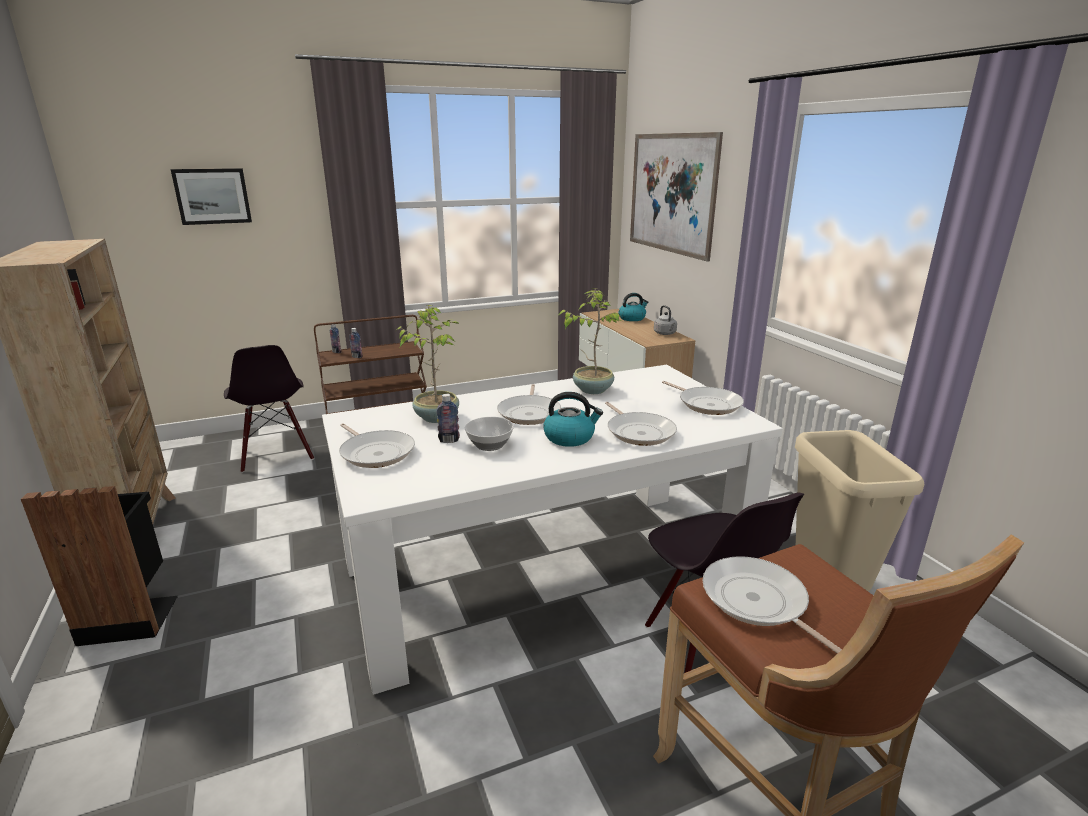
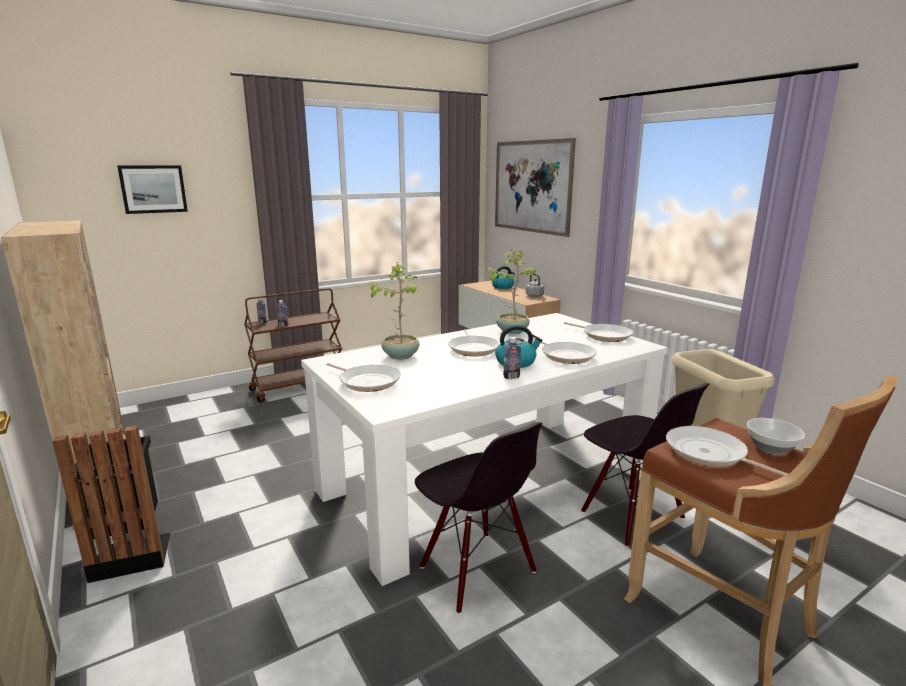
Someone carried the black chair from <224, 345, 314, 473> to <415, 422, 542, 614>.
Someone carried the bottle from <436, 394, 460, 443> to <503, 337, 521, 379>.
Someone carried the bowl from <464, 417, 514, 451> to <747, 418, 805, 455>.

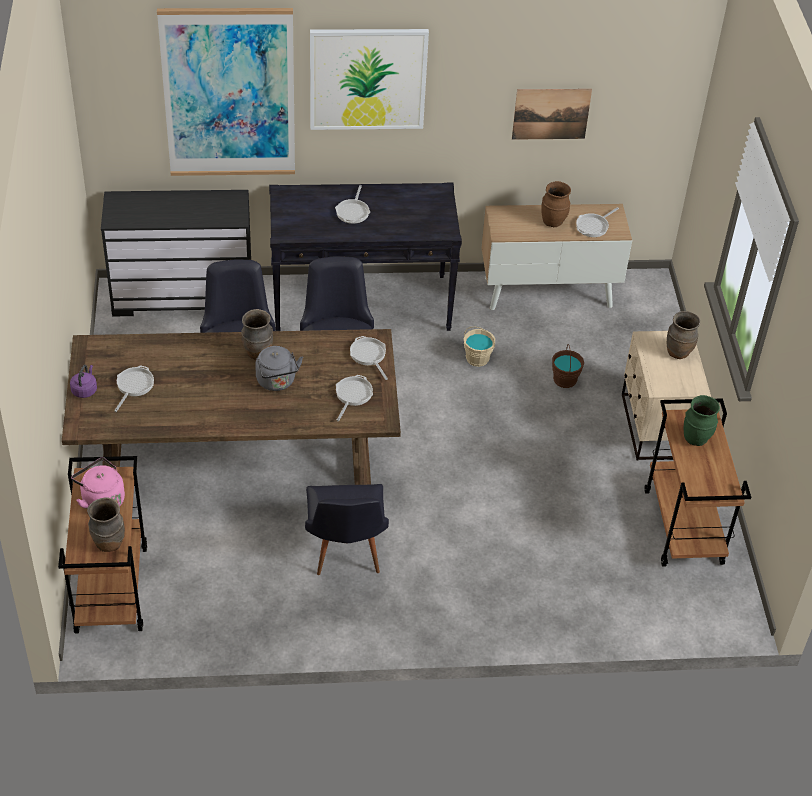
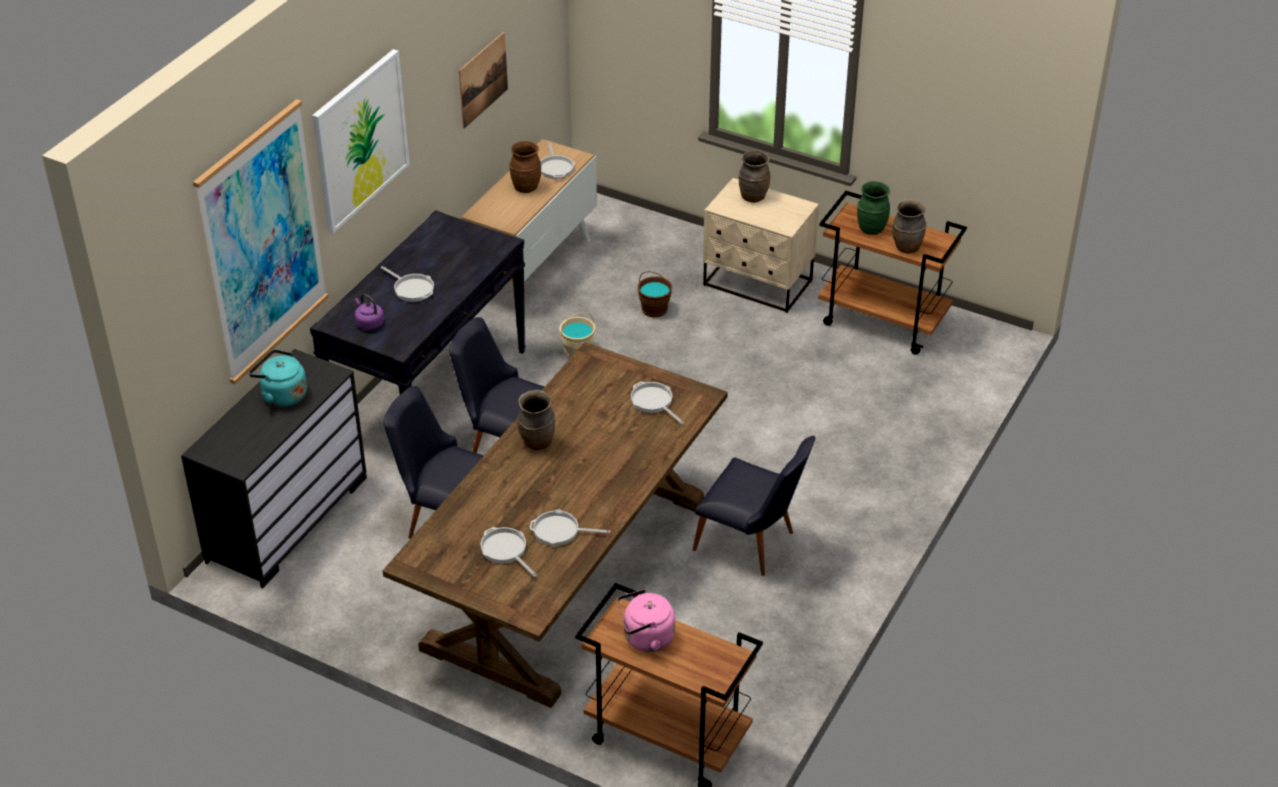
Someone carried the frying pan from <350, 336, 388, 380> to <530, 509, 610, 546>.
Someone took away the grey kettle at <255, 346, 303, 391>.
Someone carried the purple kettle from <70, 365, 97, 398> to <355, 294, 384, 330>.
Someone carried the brown vase from <87, 498, 125, 552> to <892, 199, 927, 254>.
Someone put down the turquoise kettle at <249, 349, 307, 407>.

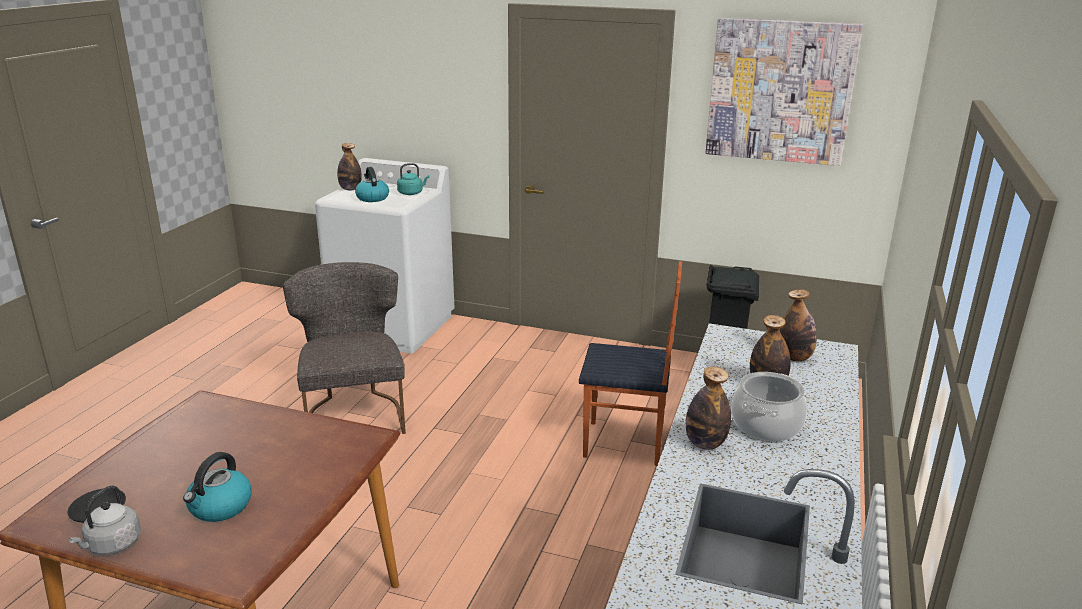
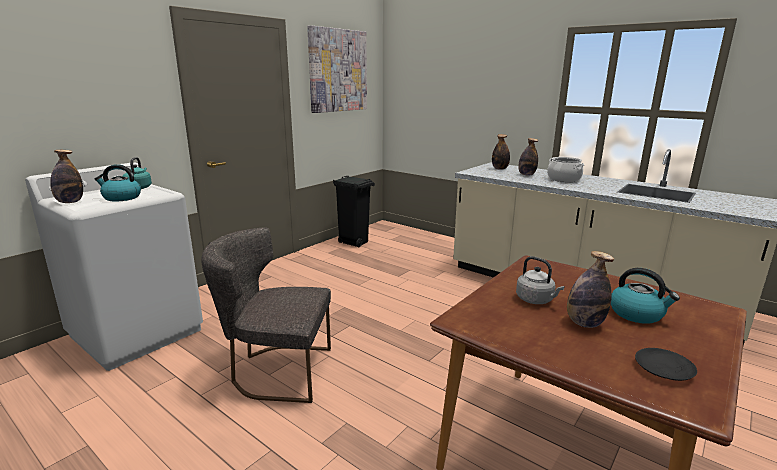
Someone took away the chair at <579, 261, 682, 466>.
Someone carried the bottle from <686, 367, 731, 450> to <567, 251, 614, 328>.
Someone carried the grey kettle from <69, 486, 141, 555> to <516, 256, 564, 304>.

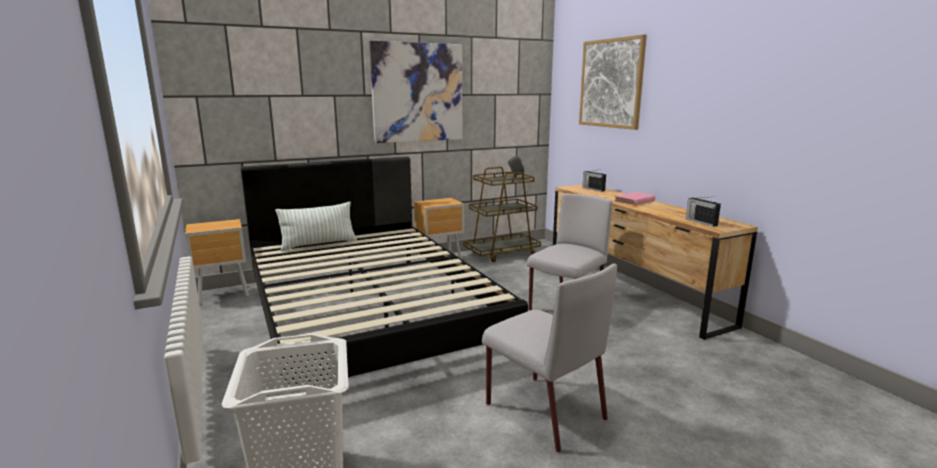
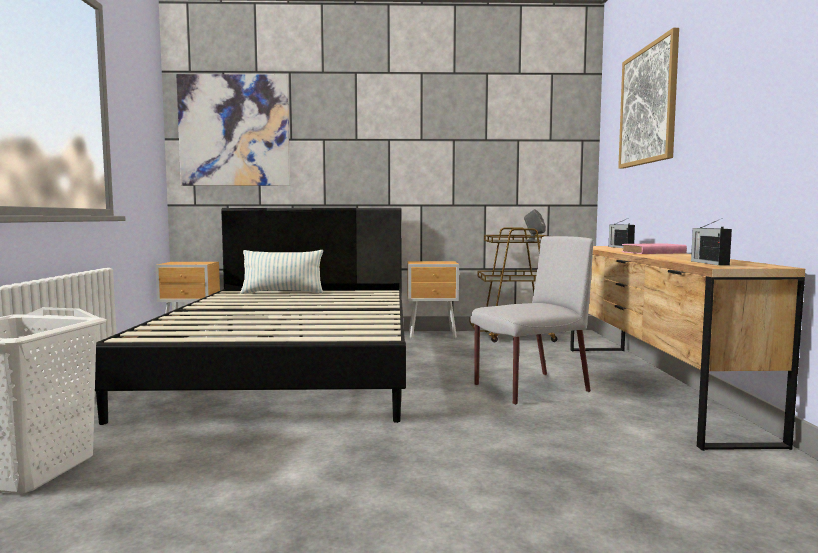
Someone carried the picture from <369, 41, 462, 143> to <176, 74, 290, 186>.
Someone took away the grey chair at <482, 264, 617, 452>.

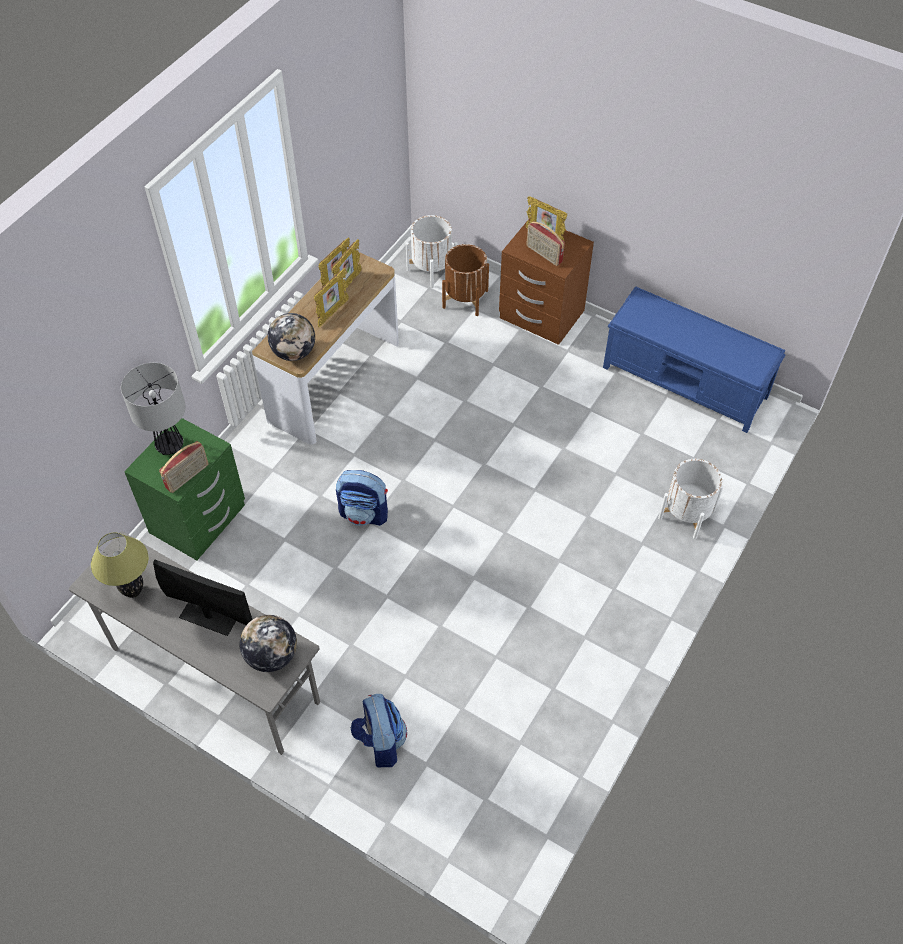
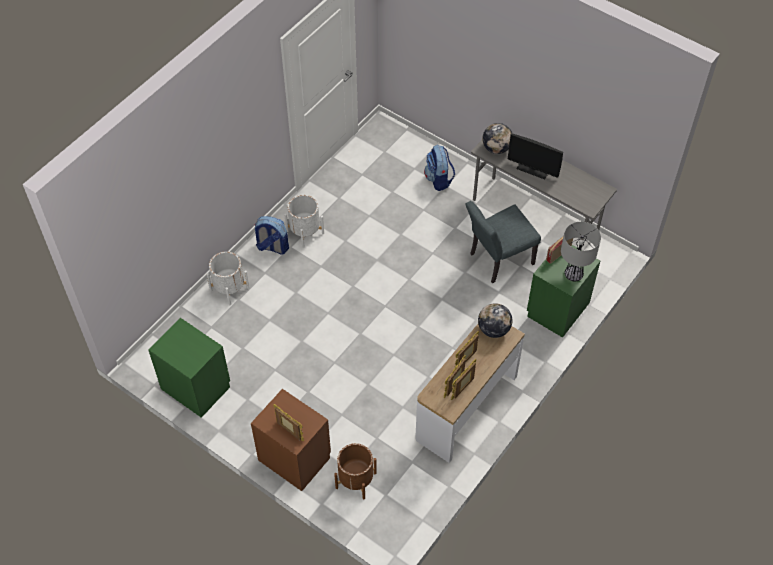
Someone carried the white planter from <406, 215, 457, 288> to <284, 195, 324, 248>.
Someone took away the radio at <526, 221, 565, 266>.
Someone swapped the blue bench at <603, 286, 786, 433> for the green nightstand at <148, 318, 230, 418>.
Someone carried the backpack from <336, 470, 388, 526> to <254, 216, 289, 255>.
Someone took away the table lamp at <91, 532, 149, 598>.
Someone put down the grey chair at <466, 201, 541, 283>.

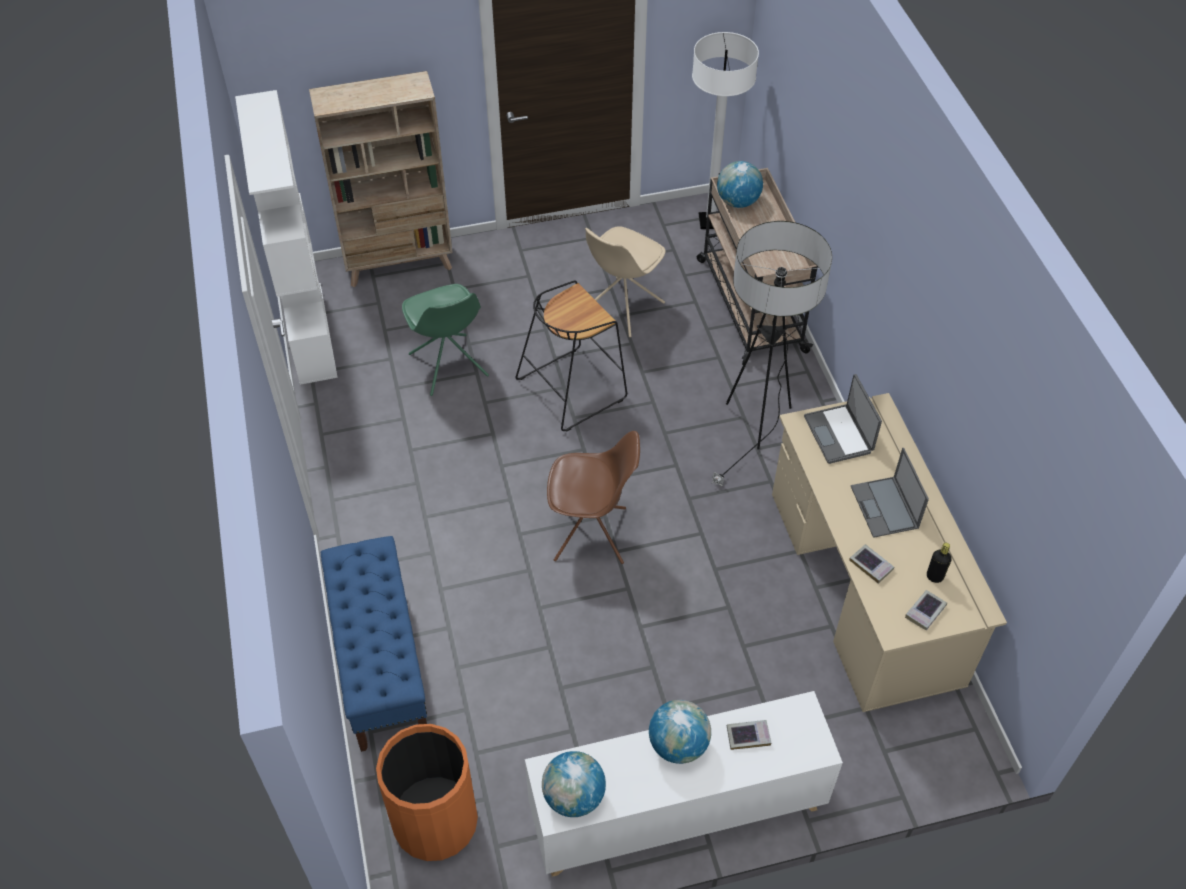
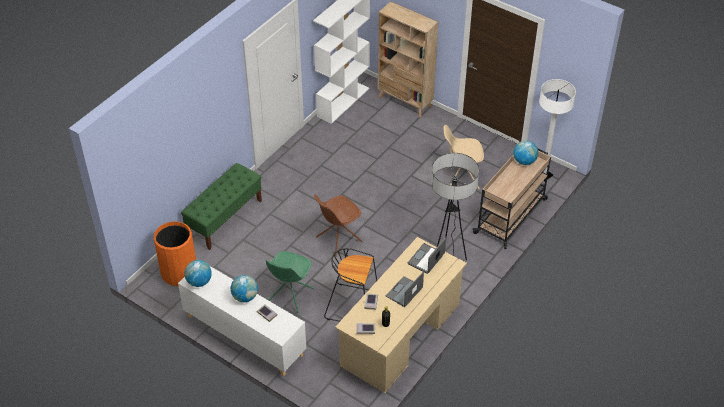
Someone carried the black stool from <516, 281, 627, 432> to <324, 248, 377, 322>.
Someone carried the green chair from <402, 284, 489, 396> to <266, 251, 314, 313>.
Someone rotated the brown chair at <547, 431, 640, 564> by 90 degrees clockwise.
Someone repainted the blue bench at <321, 536, 427, 752>, which became the green bench at <181, 163, 262, 250>.

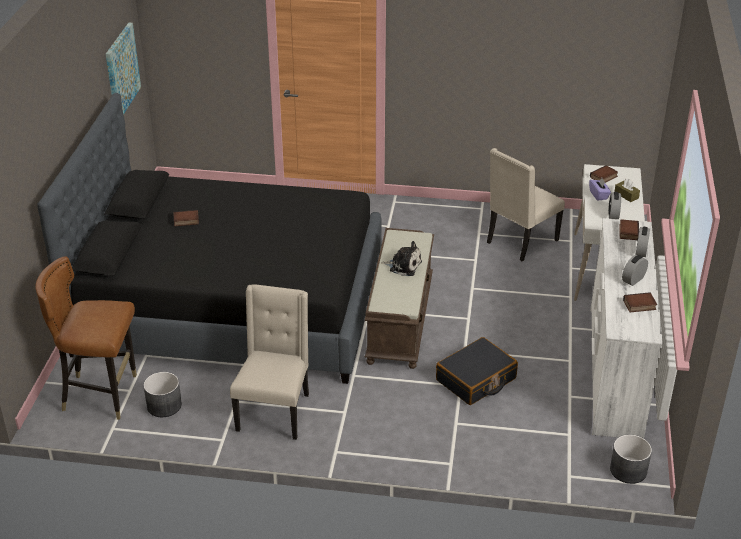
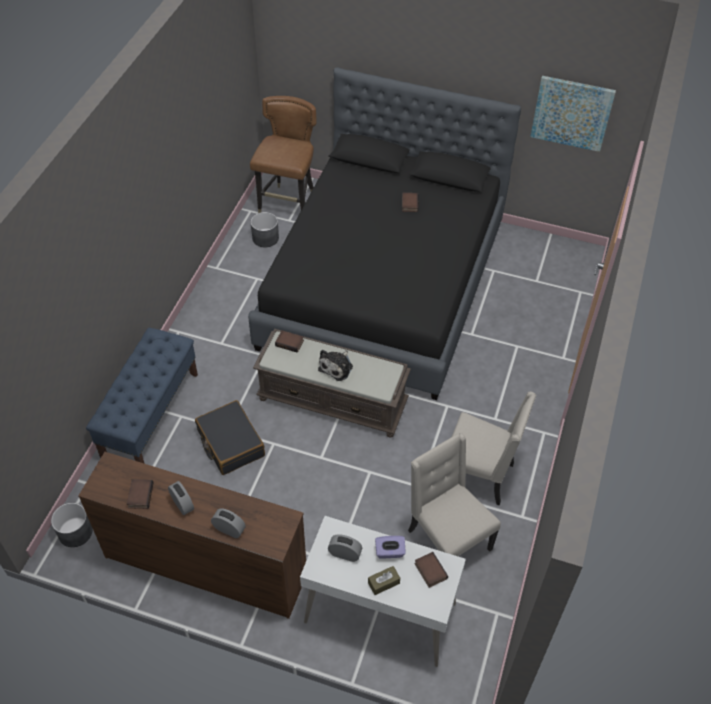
Someone repainted the white dresser at <590, 218, 663, 438>, which became the brown dresser at <78, 452, 306, 619>.
Someone carried the book from <619, 219, 639, 240> to <275, 330, 304, 353>.
Someone carried the beige chair from <230, 284, 309, 440> to <452, 392, 536, 506>.
Someone put down the blue bench at <86, 328, 198, 464>.

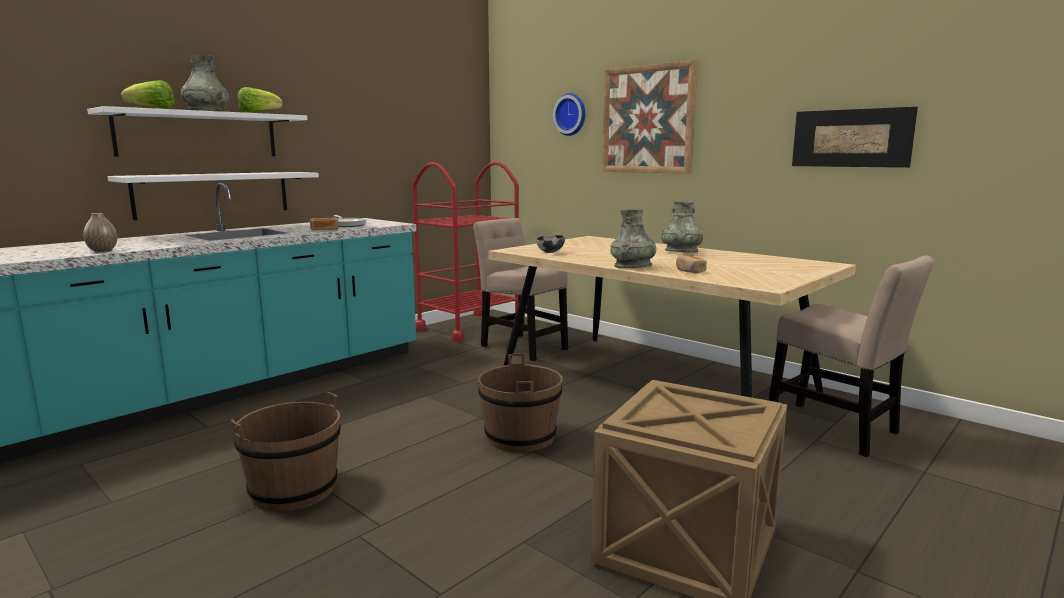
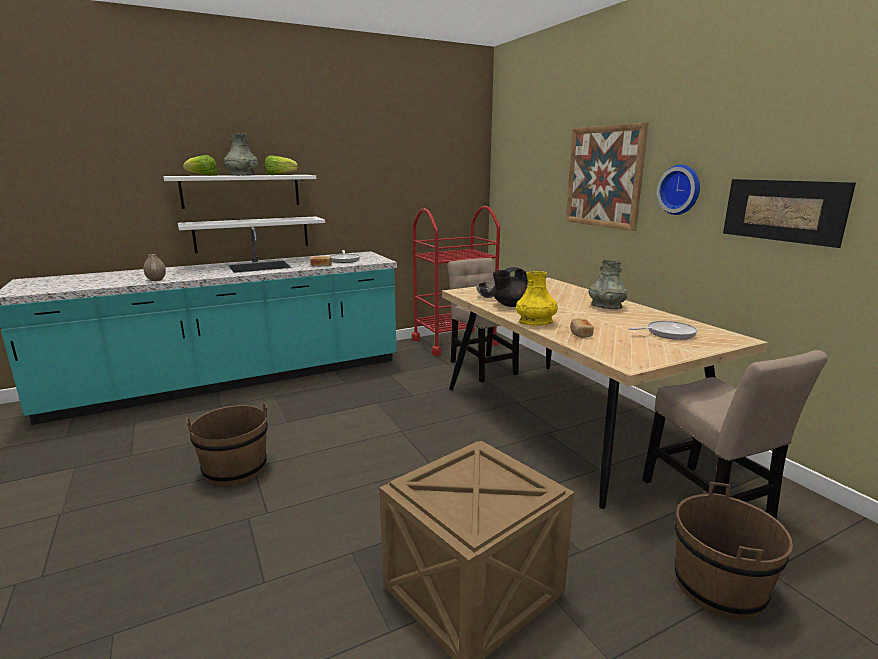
Someone carried the wall clock from <553, 93, 586, 136> to <657, 164, 700, 215>.
Someone repainted the grey vase at <610, 209, 656, 268>, which became the yellow vase at <516, 271, 558, 326>.
Someone carried the brown bucket from <478, 354, 563, 452> to <675, 482, 793, 620>.
Someone put down the black teapot at <492, 267, 528, 307>.
Someone put down the frying pan at <628, 321, 698, 340>.

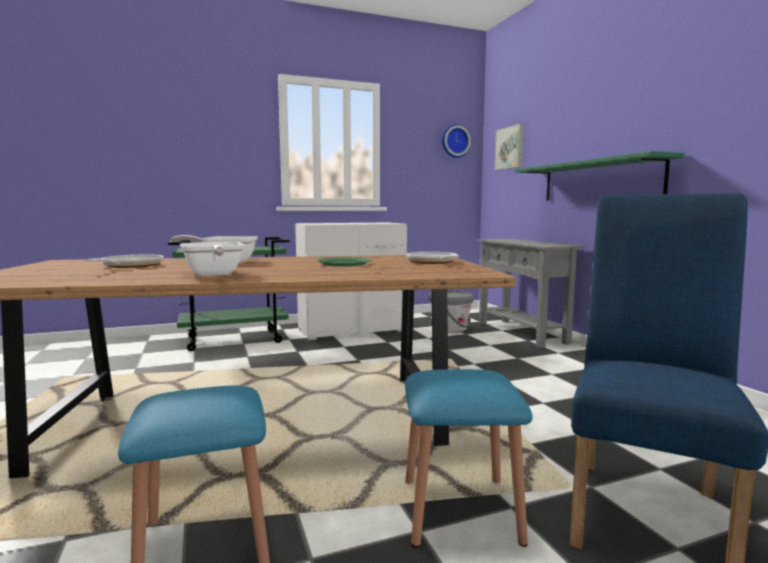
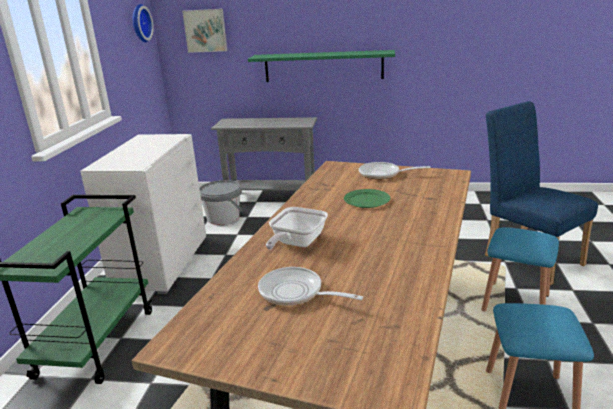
Someone took away the frying pan at <180, 242, 245, 276>.

